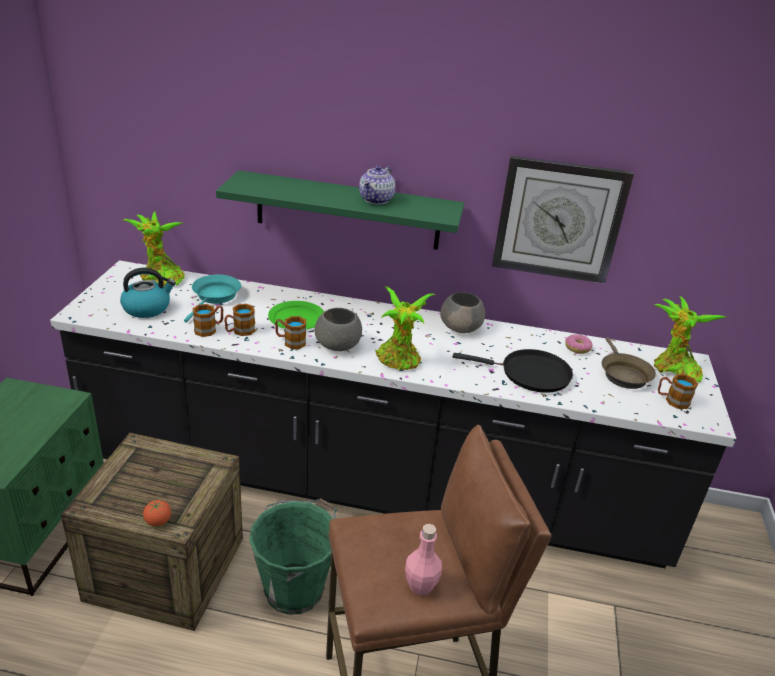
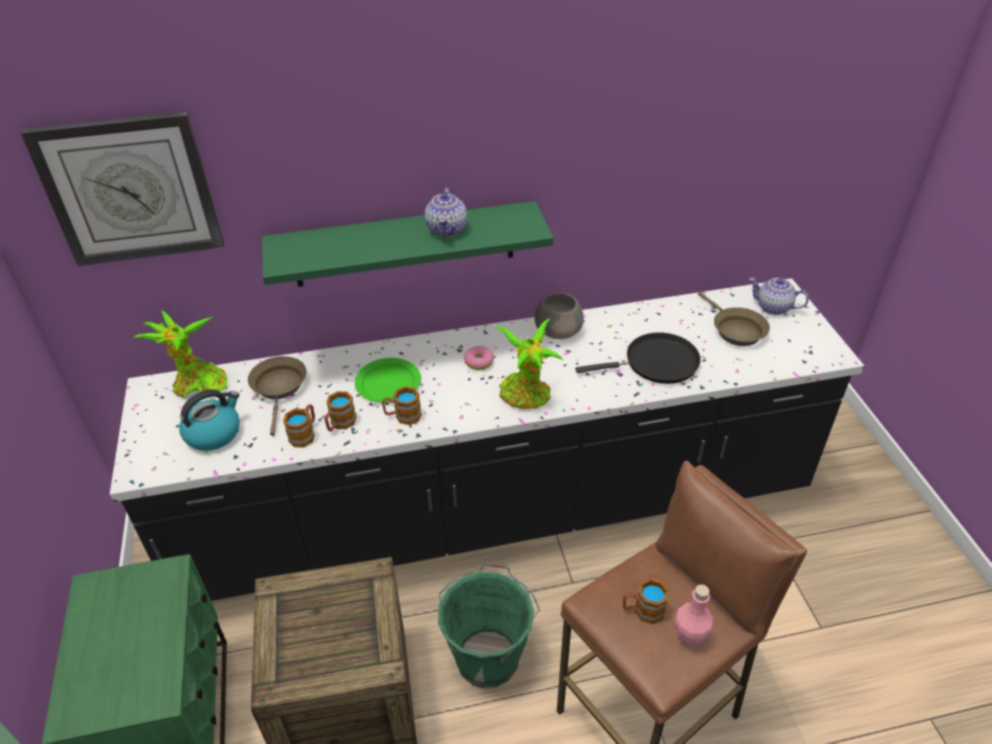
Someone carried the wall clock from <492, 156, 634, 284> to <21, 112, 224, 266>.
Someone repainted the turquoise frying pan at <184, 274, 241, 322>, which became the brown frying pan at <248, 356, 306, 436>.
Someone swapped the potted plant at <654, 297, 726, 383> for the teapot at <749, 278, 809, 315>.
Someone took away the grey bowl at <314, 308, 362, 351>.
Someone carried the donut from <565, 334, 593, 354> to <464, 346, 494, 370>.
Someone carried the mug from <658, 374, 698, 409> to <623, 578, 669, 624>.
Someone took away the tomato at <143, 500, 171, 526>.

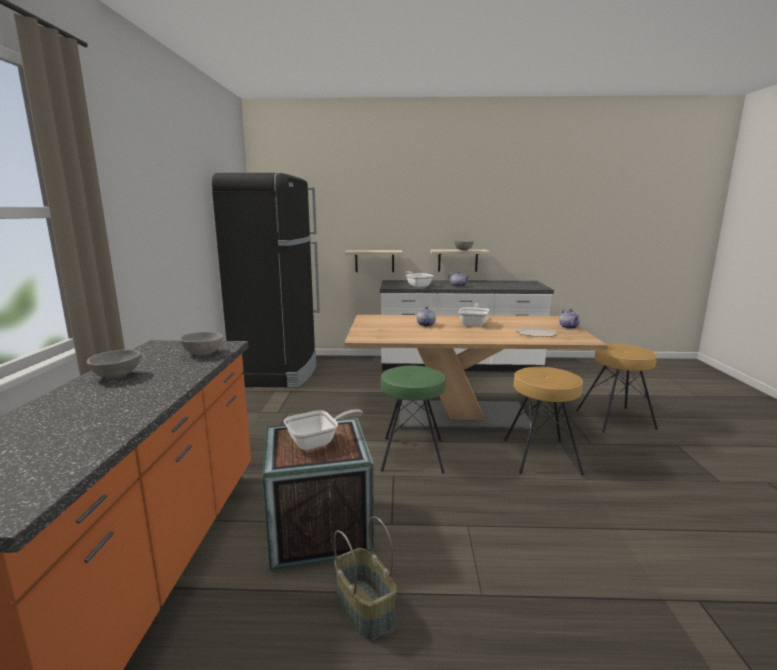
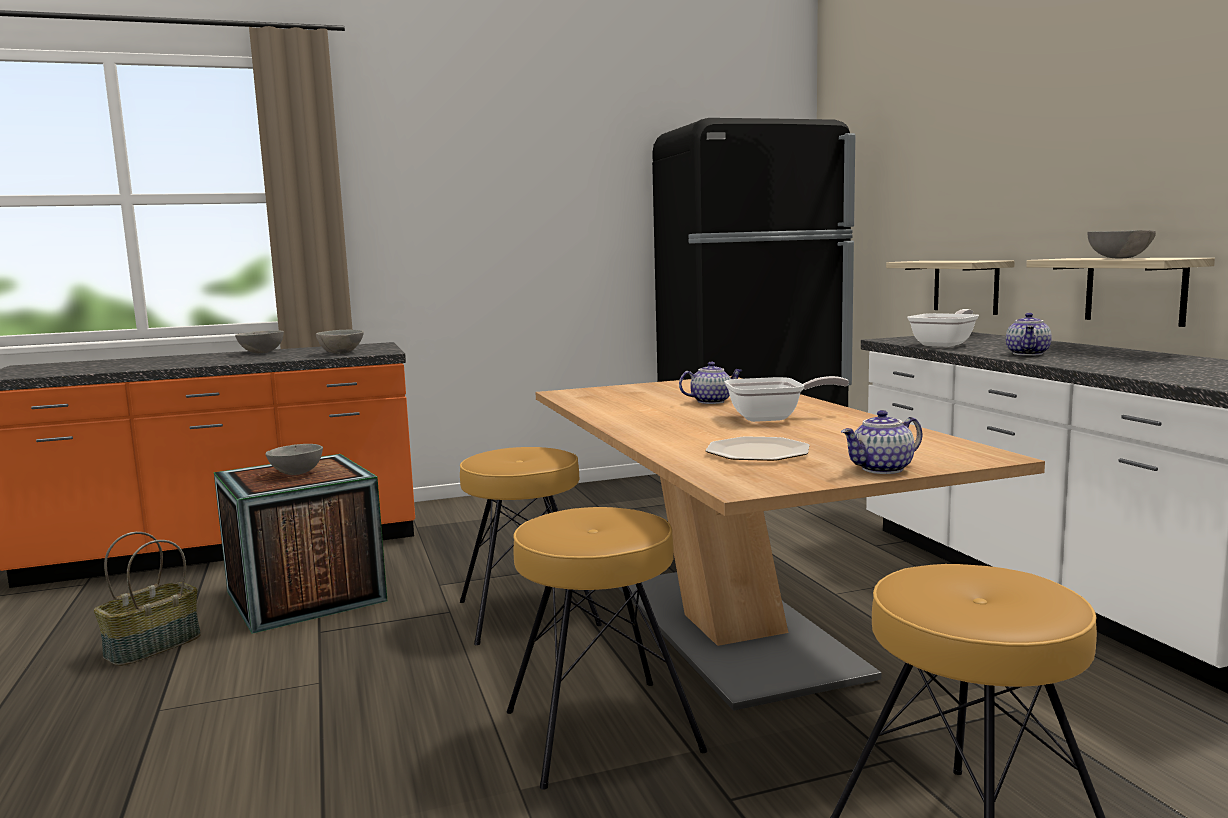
Someone repainted the green stool at <380, 365, 445, 474>, which became the brown stool at <460, 447, 602, 645>.
Someone swapped the frying pan at <283, 409, 363, 450> for the grey bowl at <265, 444, 323, 475>.

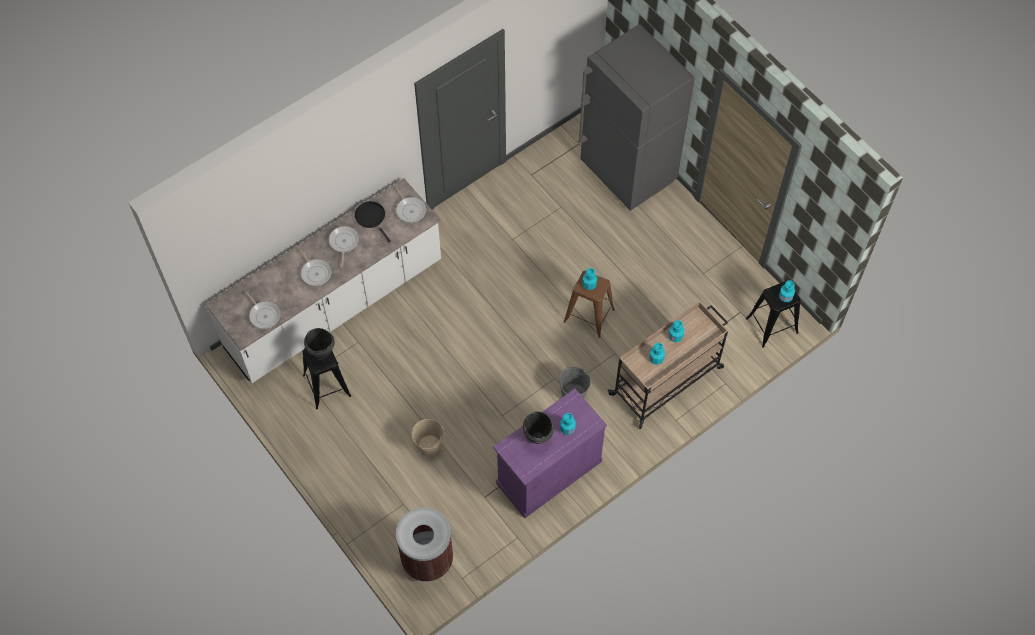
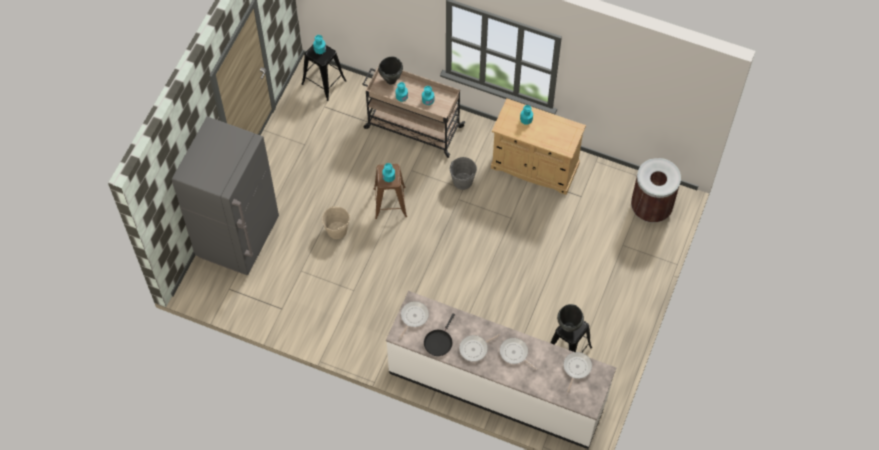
Someone rotated the frying pan at <299, 249, 332, 286> by 75 degrees counterclockwise.
Someone repainted the purple cabinet at <493, 389, 607, 518>, which became the beige cabinet at <491, 98, 586, 195>.
Someone carried the black cooking pot from <523, 411, 554, 444> to <378, 57, 403, 85>.
Someone carried the beige bucket from <412, 419, 444, 457> to <322, 206, 350, 239>.

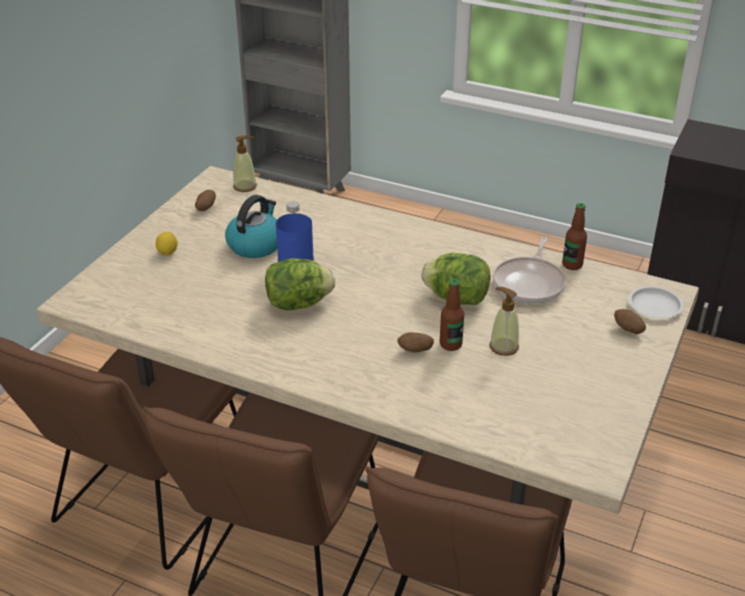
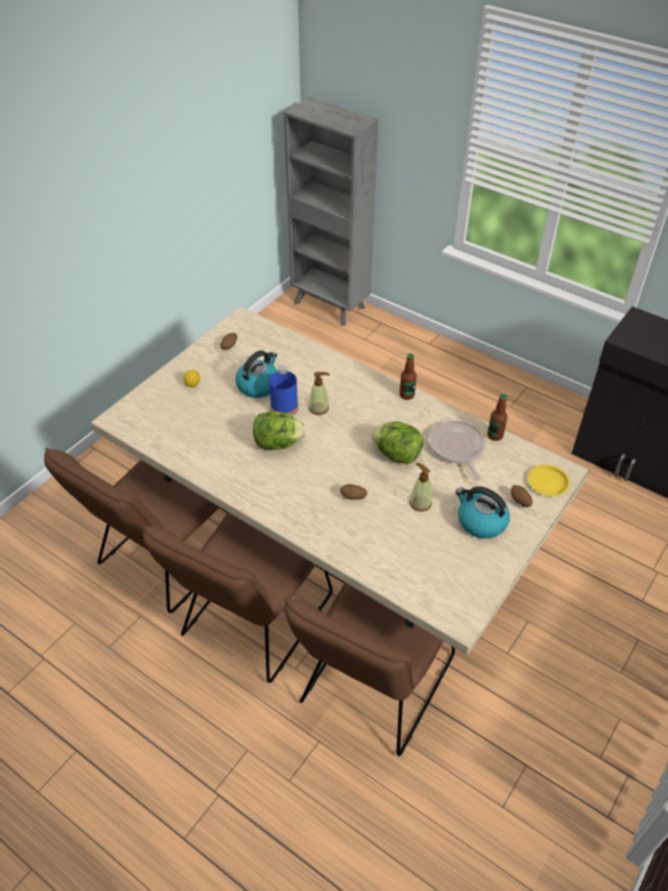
Someone carried the soap dispenser from <233, 135, 257, 192> to <309, 372, 330, 415>.
Someone rotated the frying pan at <493, 237, 566, 304> by 135 degrees clockwise.
Someone carried the bottle from <440, 279, 464, 351> to <399, 353, 417, 400>.
Someone repainted the white plate at <629, 286, 684, 319>, which became the yellow plate at <528, 465, 570, 496>.
Someone put down the kettle at <456, 486, 510, 539>.

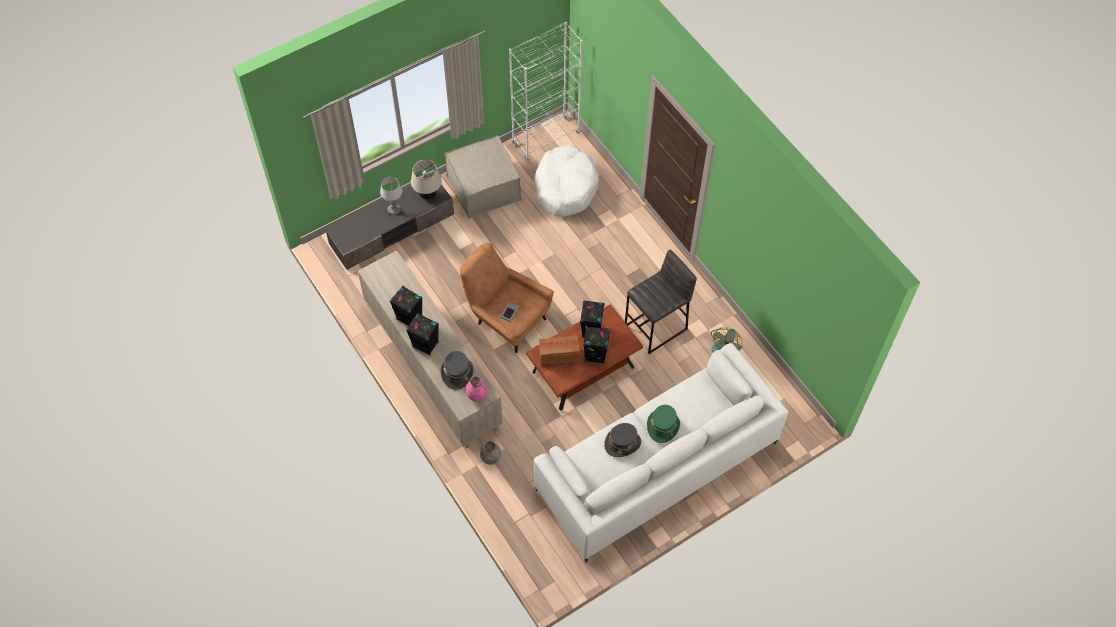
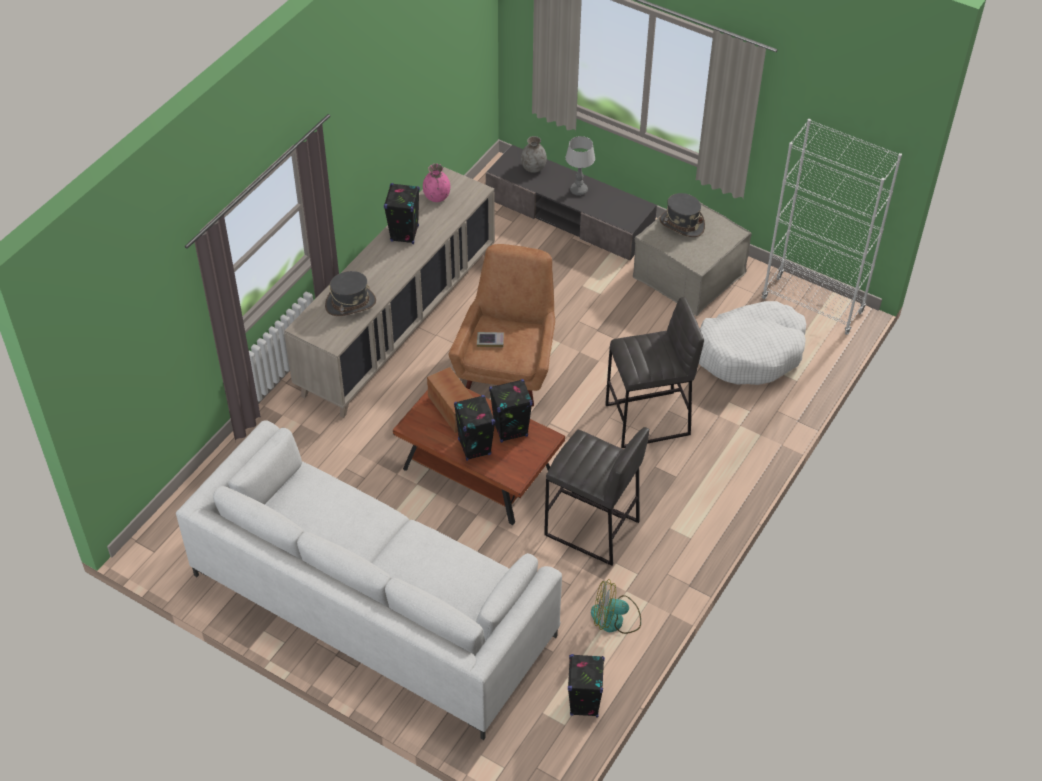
Someone took away the beige table lamp at <411, 160, 442, 199>.
Someone carried the black speaker from <406, 313, 439, 356> to <568, 654, 605, 717>.
Someone carried the pink vase from <466, 376, 487, 401> to <423, 164, 450, 202>.
Someone took away the green hat at <647, 405, 680, 443>.
Someone carried the grey hat from <604, 423, 641, 457> to <659, 193, 705, 237>.
Someone carried the grey vase from <480, 441, 501, 465> to <521, 136, 547, 173>.
Someone put down the grey stool at <605, 297, 704, 448>.

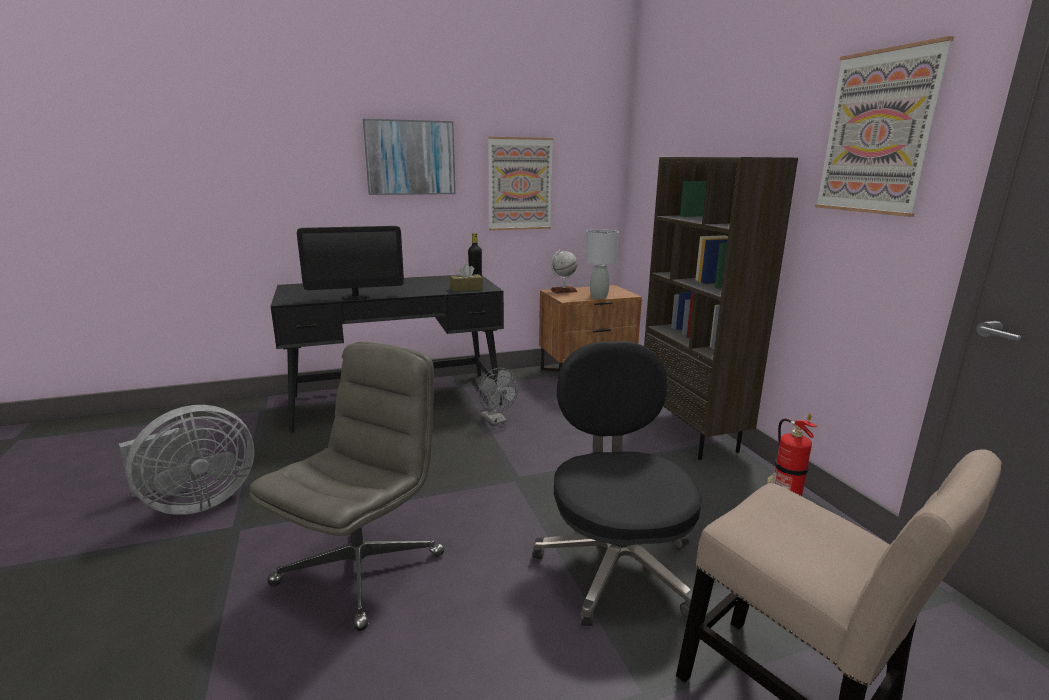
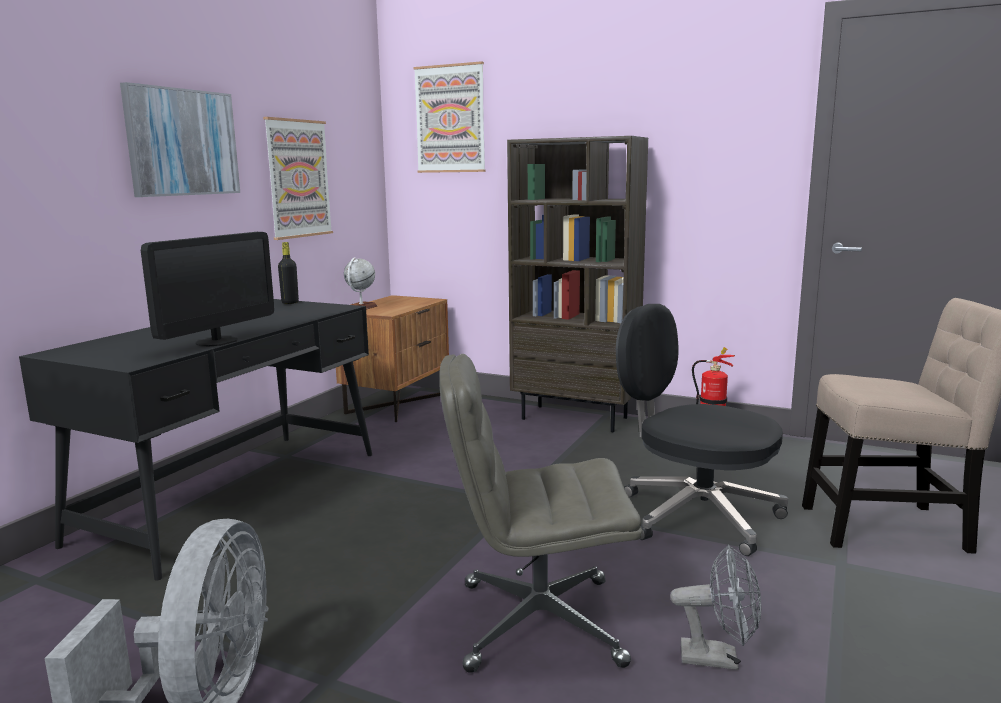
Someone carried the picture from <815, 36, 954, 217> to <414, 61, 486, 173>.
Someone took away the grey table lamp at <585, 229, 619, 299>.
Someone took away the brown tissue box at <450, 264, 483, 292>.
Someone rotated the grey office chair at <249, 342, 444, 631> by 75 degrees counterclockwise.
Someone carried the grey fan from <479, 368, 518, 425> to <670, 545, 762, 670>.

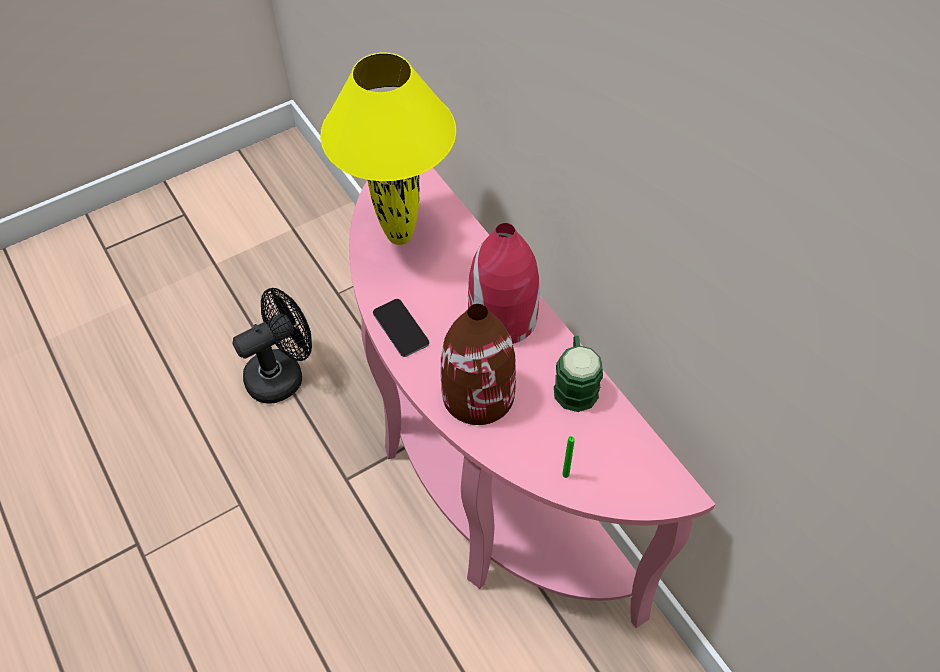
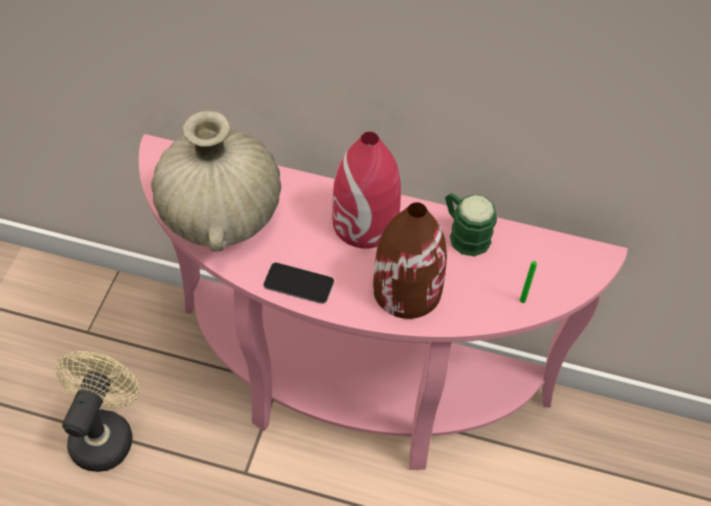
Someone swapped the yellow table lamp at <320, 52, 456, 245> for the beige vase at <151, 111, 281, 252>.
Someone repainted the black fan at <232, 288, 312, 404>, which became the beige fan at <56, 351, 140, 472>.

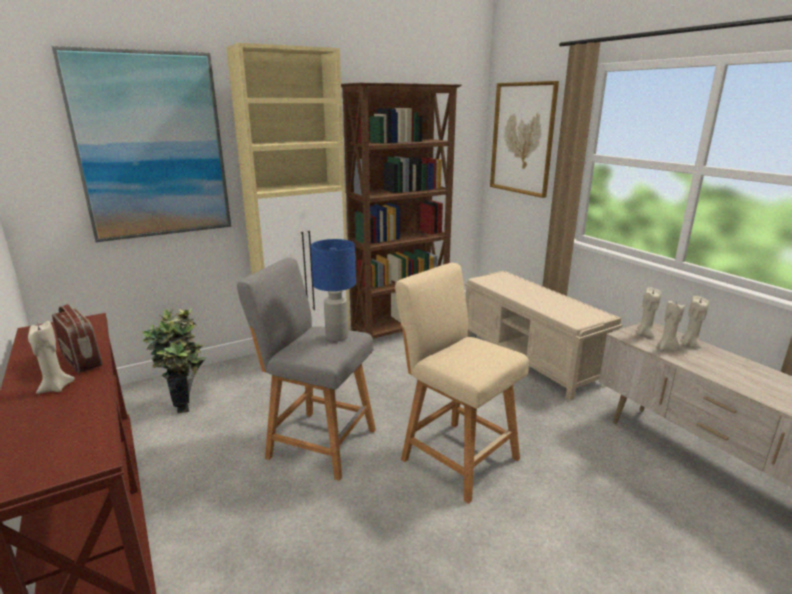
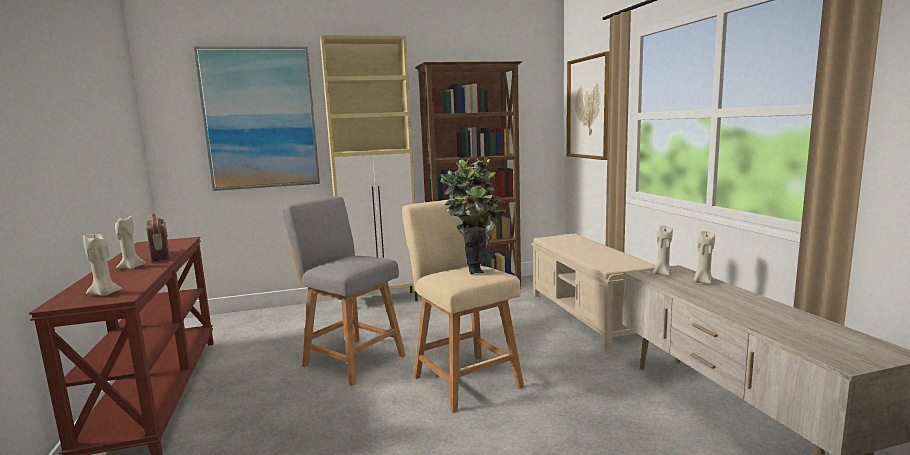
Someone took away the blue table lamp at <310, 239, 356, 342>.
Someone carried the beige candle from <657, 301, 685, 351> to <83, 234, 122, 296>.
Someone carried the potted plant from <142, 308, 206, 413> to <440, 156, 506, 274>.

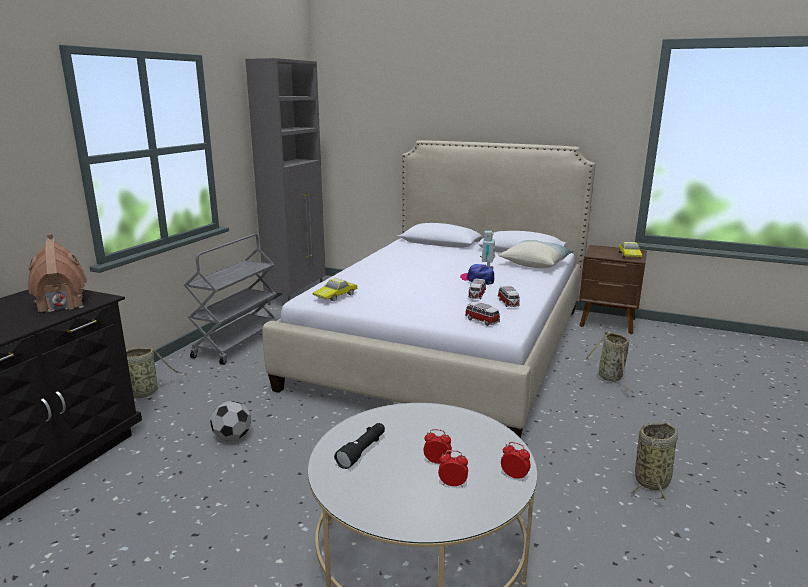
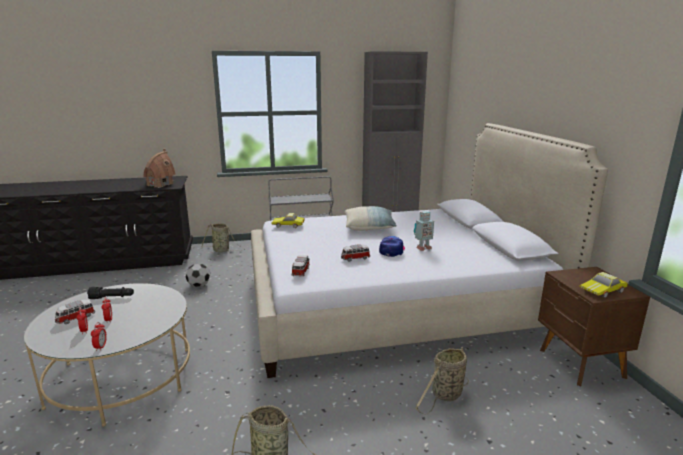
Someone carried the pillow from <498, 240, 574, 268> to <345, 206, 397, 231>.
Someone carried the toy car from <497, 286, 520, 307> to <55, 300, 95, 324>.

